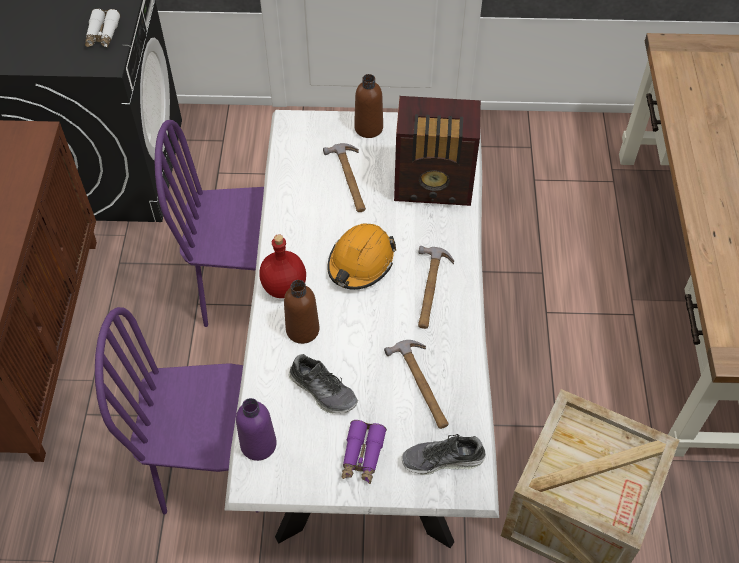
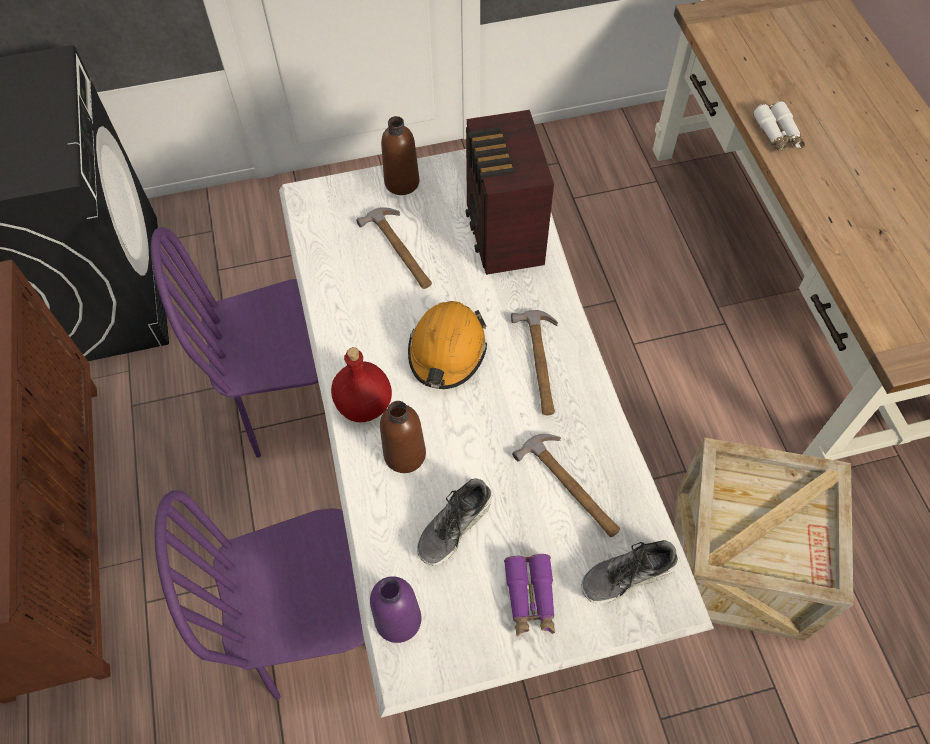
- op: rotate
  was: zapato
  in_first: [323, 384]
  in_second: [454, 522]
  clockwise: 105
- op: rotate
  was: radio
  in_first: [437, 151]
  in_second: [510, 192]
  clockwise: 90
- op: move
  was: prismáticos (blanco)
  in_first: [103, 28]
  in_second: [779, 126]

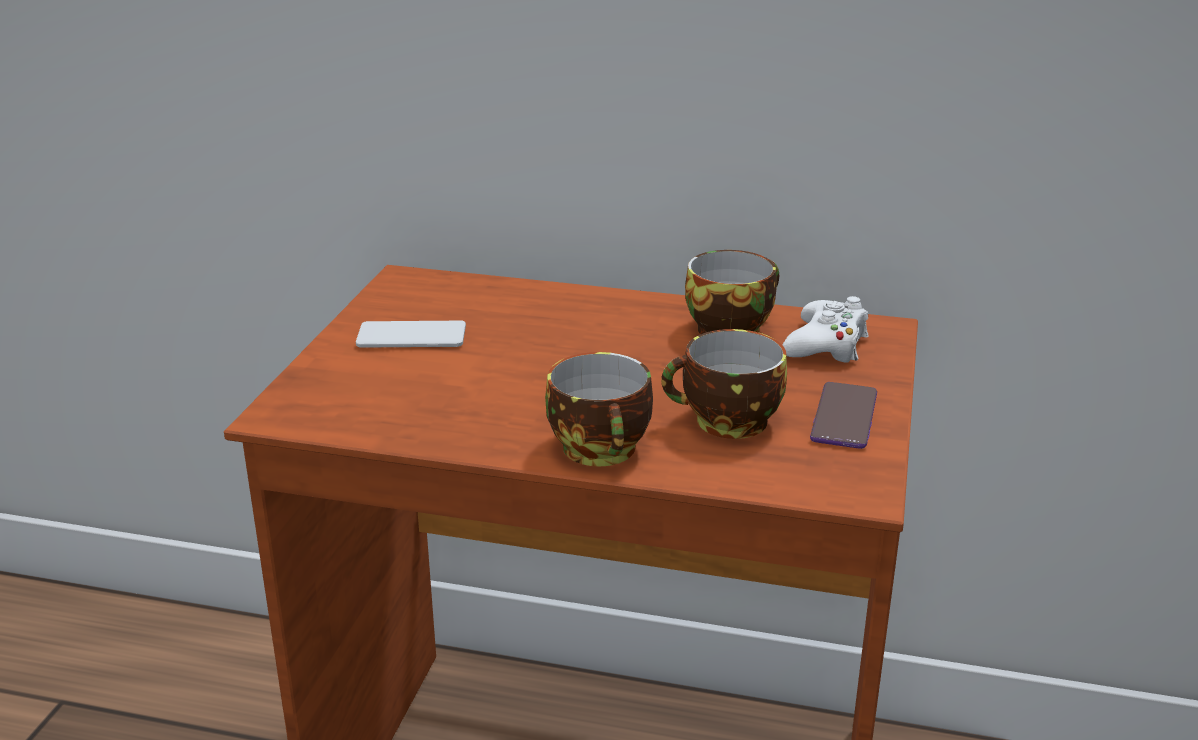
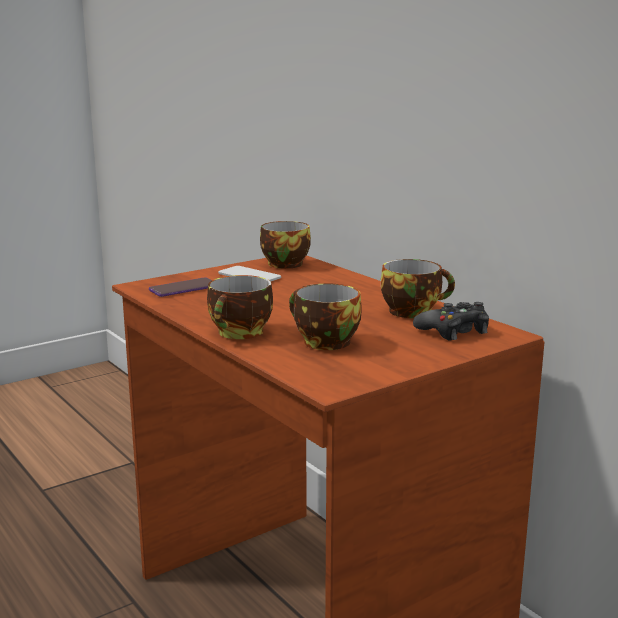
- op: move
  was: móvil
  in_first: [843, 415]
  in_second: [180, 287]
- op: insert
  now: taza
  in_second: [285, 245]
- op: recolor
  was: mando de consola (blanco)
  now: mando de consola (negro)
  in_first: [826, 329]
  in_second: [451, 321]

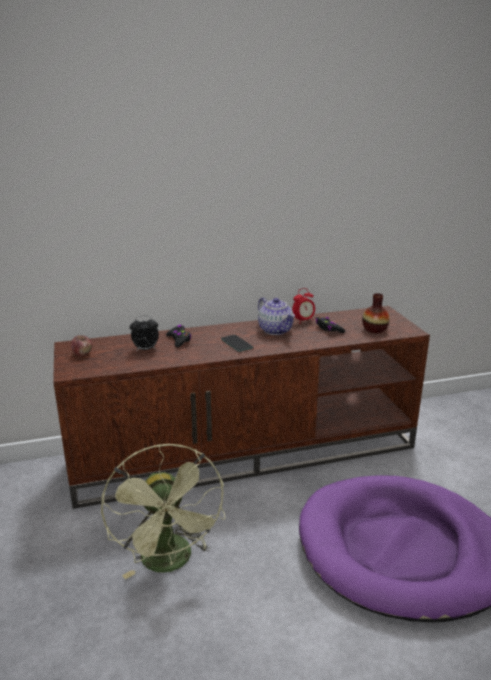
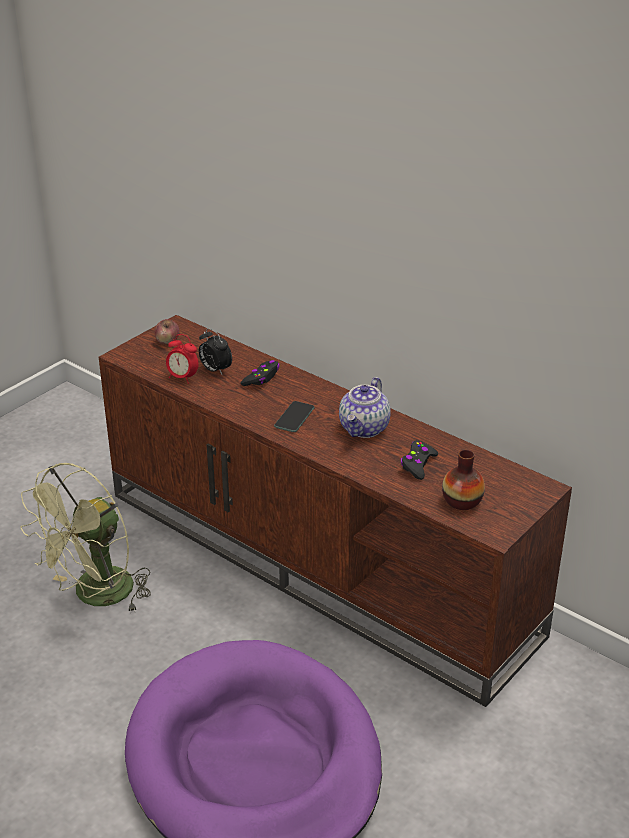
- op: move
  was: despertador
  in_first: [303, 306]
  in_second: [182, 359]

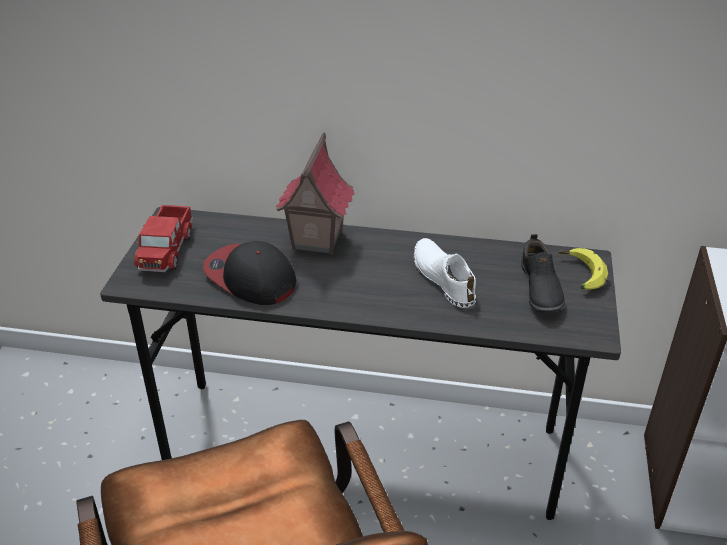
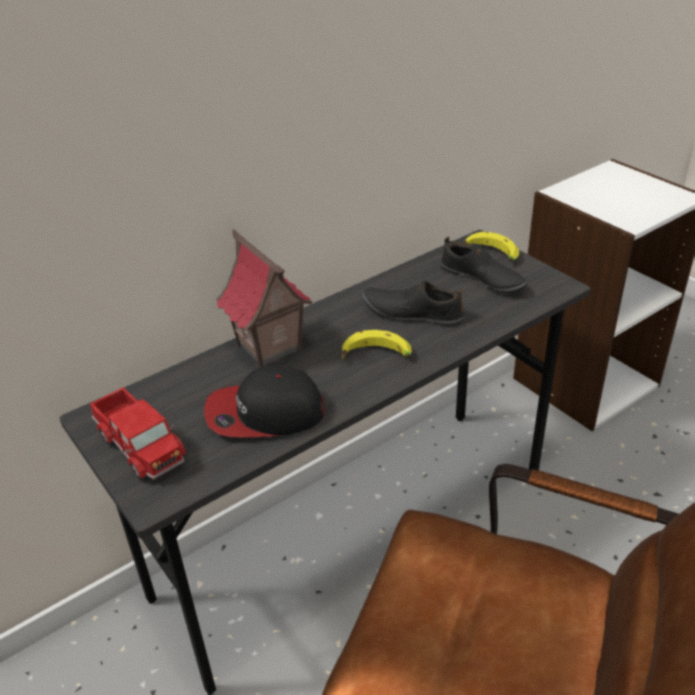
- op: insert
  now: plátano
  in_second: [377, 345]
- op: recolor
  was: zapato (blanco)
  now: zapato (negro)
  in_first: [445, 273]
  in_second: [413, 303]

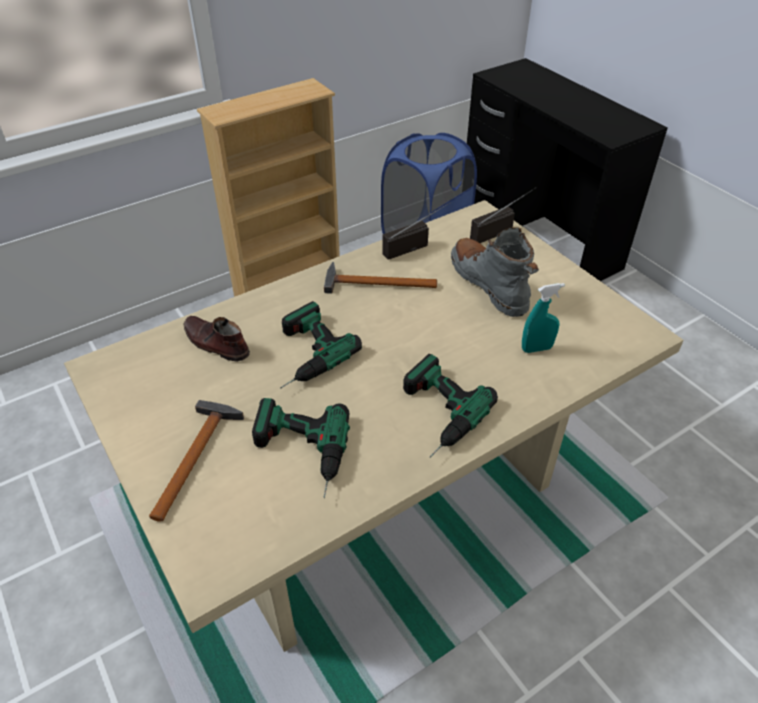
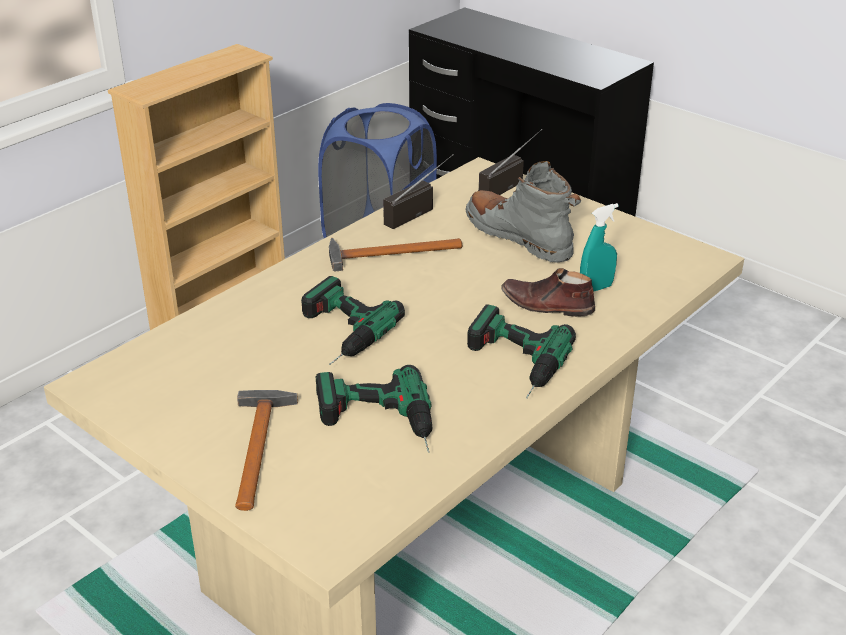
- op: move
  was: zapato (marrón)
  in_first: [217, 339]
  in_second: [548, 292]

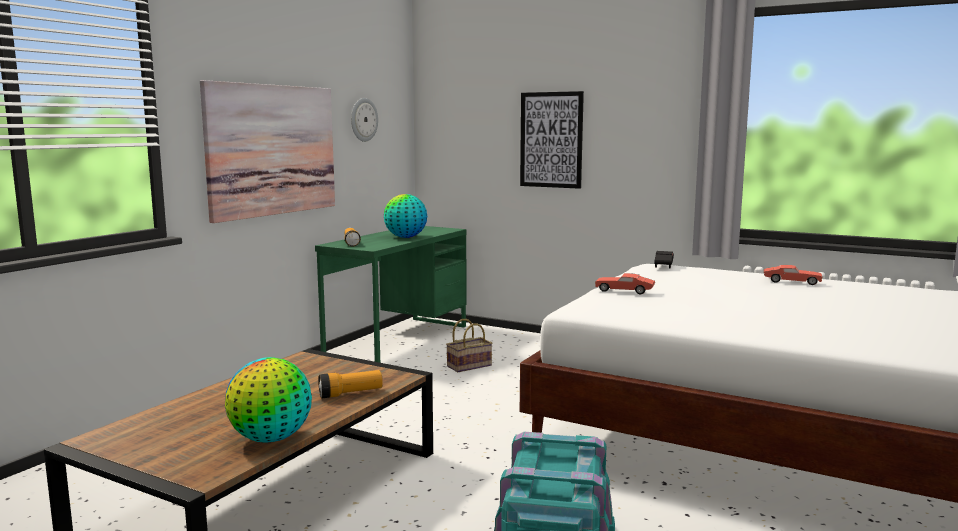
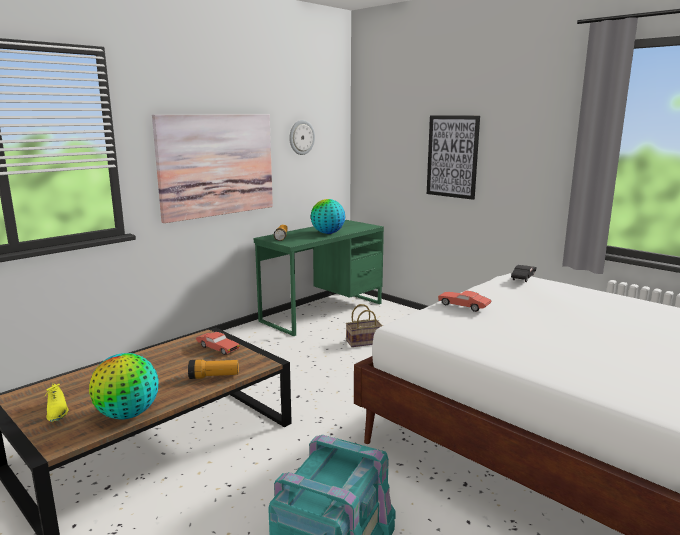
- op: insert
  now: zapato (amarillo)
  in_second: [56, 403]
- op: move
  was: coche de juguete (rojo)
  in_first: [793, 275]
  in_second: [218, 343]

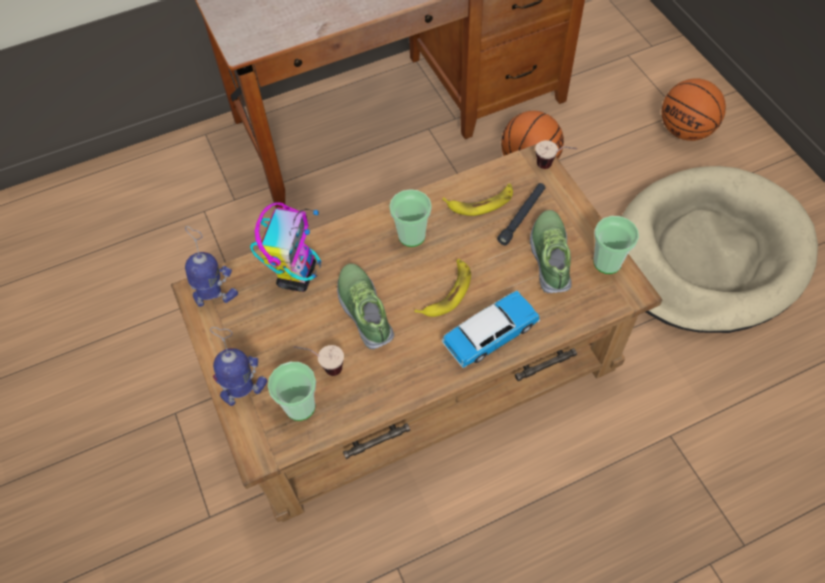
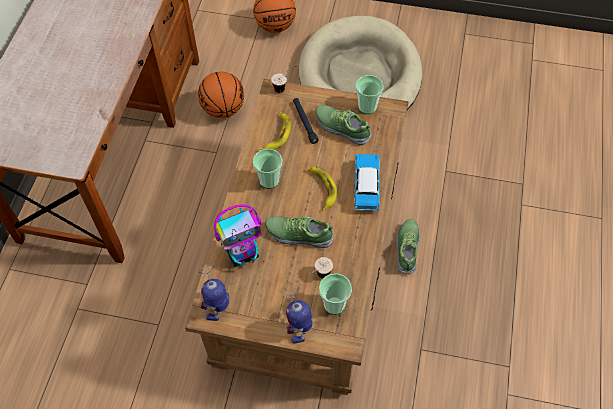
- op: rotate
  was: robot de juguete
  in_first: [285, 247]
  in_second: [238, 235]
  clockwise: 105
- op: insert
  now: zapato
  in_second: [408, 246]

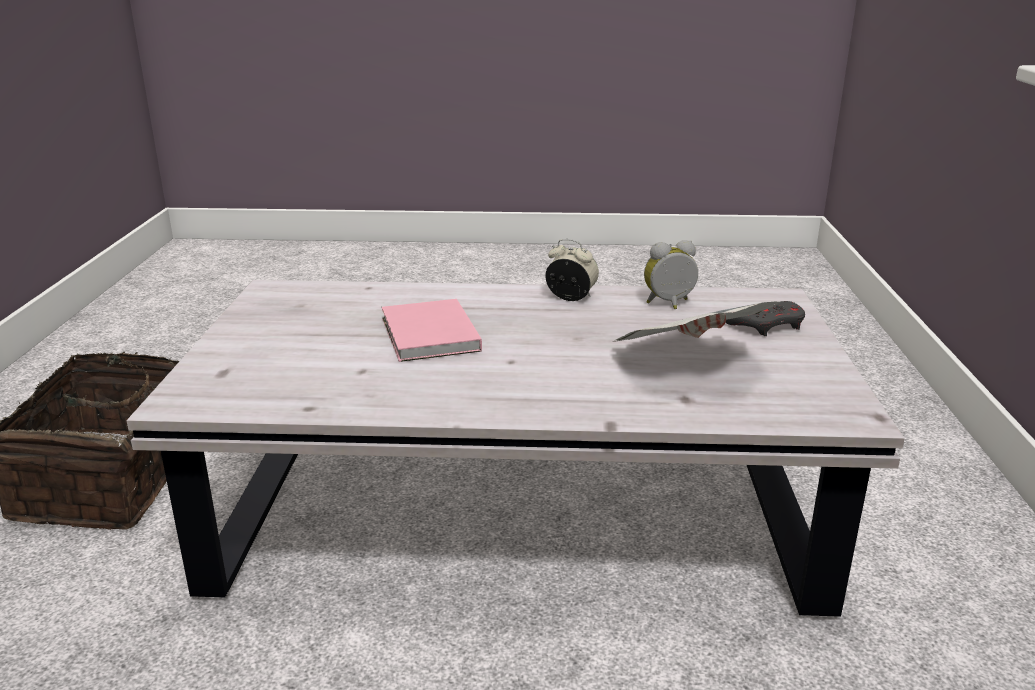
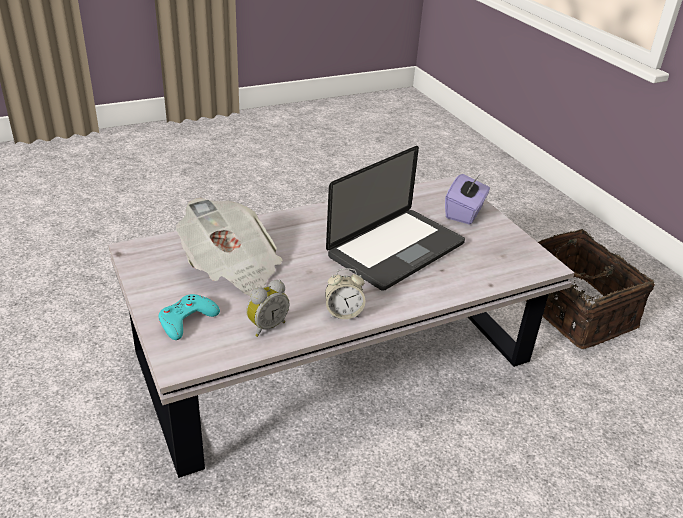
- op: recolor
  was: mando de consola (gris)
  now: mando de consola (turquesa)
  in_first: [765, 318]
  in_second: [189, 317]
- op: replace
  was: libro (rosa)
  now: portátil
  in_first: [431, 330]
  in_second: [395, 218]
- op: insert
  now: caja de pañuelos (morado)
  in_second: [467, 199]

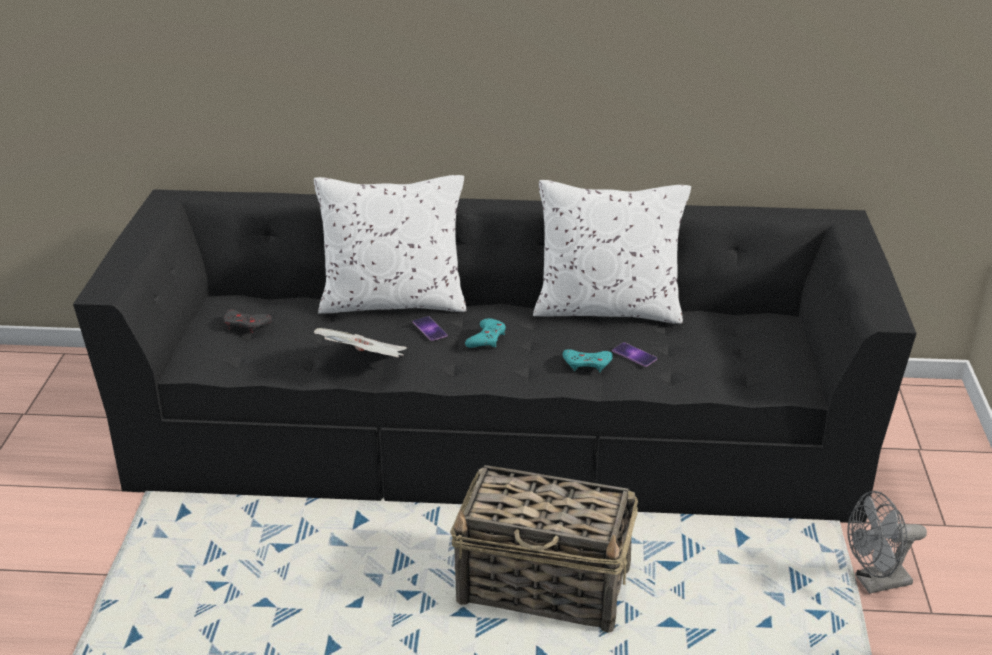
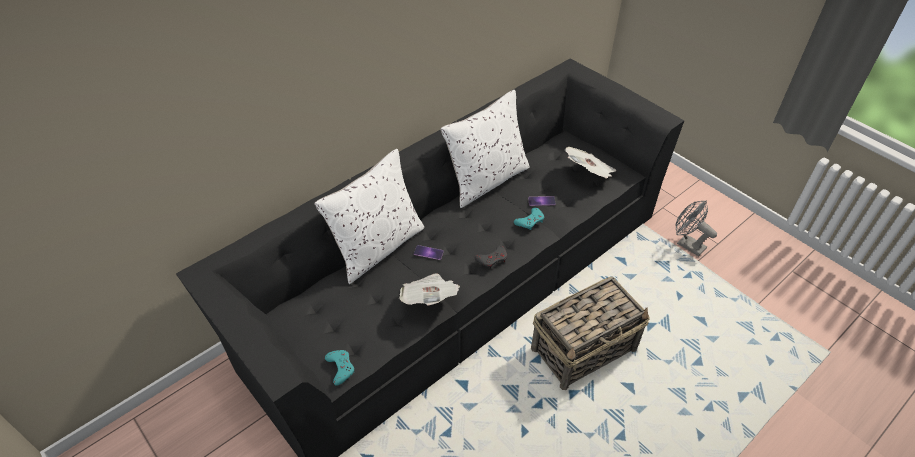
- op: move
  was: mando de consola (turquesa)
  in_first: [485, 333]
  in_second: [339, 368]
- op: move
  was: mando de consola (gris)
  in_first: [248, 321]
  in_second: [491, 257]
- op: insert
  now: periódico
  in_second: [591, 162]
- op: rotate
  was: ventilador (gris)
  in_first: [887, 542]
  in_second: [696, 228]
  clockwise: 105

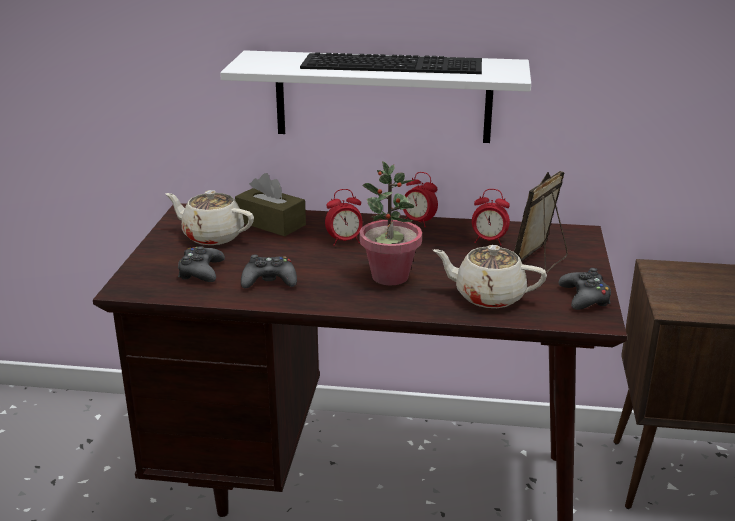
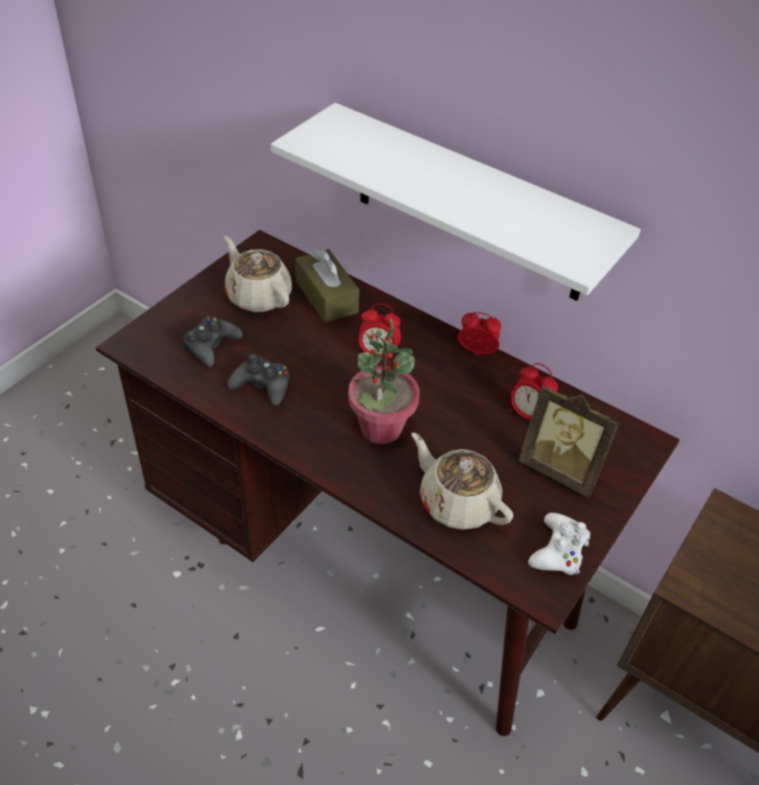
- op: rotate
  was: despertador
  in_first: [420, 199]
  in_second: [479, 333]
  clockwise: 135
- op: rotate
  was: portarretratos
  in_first: [541, 222]
  in_second: [569, 441]
  clockwise: -120
- op: recolor
  was: mando de consola (negro)
  now: mando de consola (blanco)
  in_first: [585, 289]
  in_second: [559, 544]
- op: delete
  was: teclado
  in_first: [391, 63]

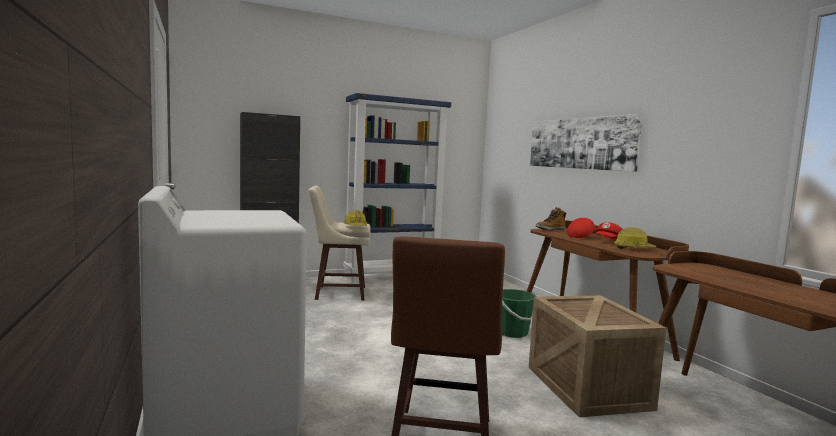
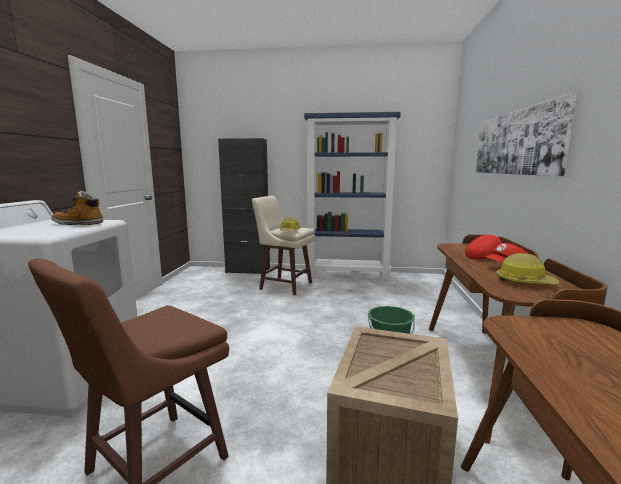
- op: move
  was: bota
  in_first: [551, 218]
  in_second: [77, 208]

